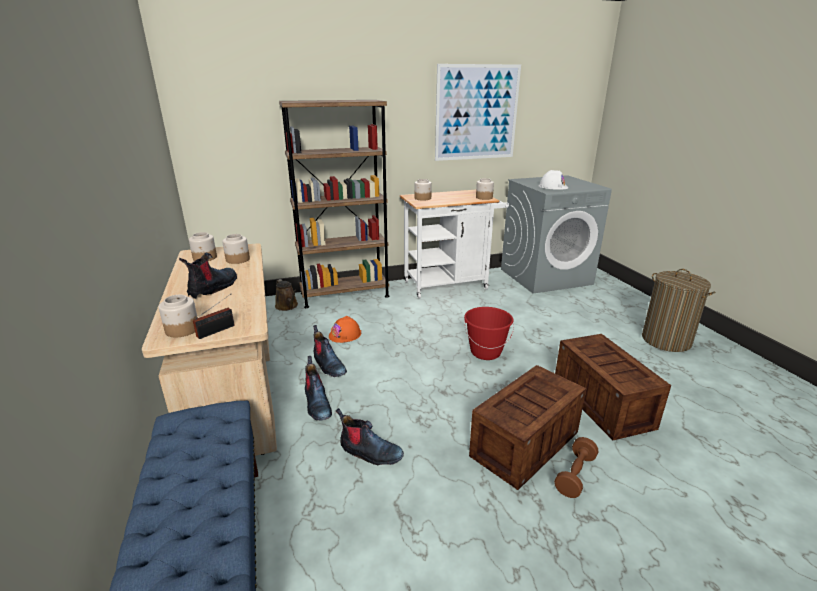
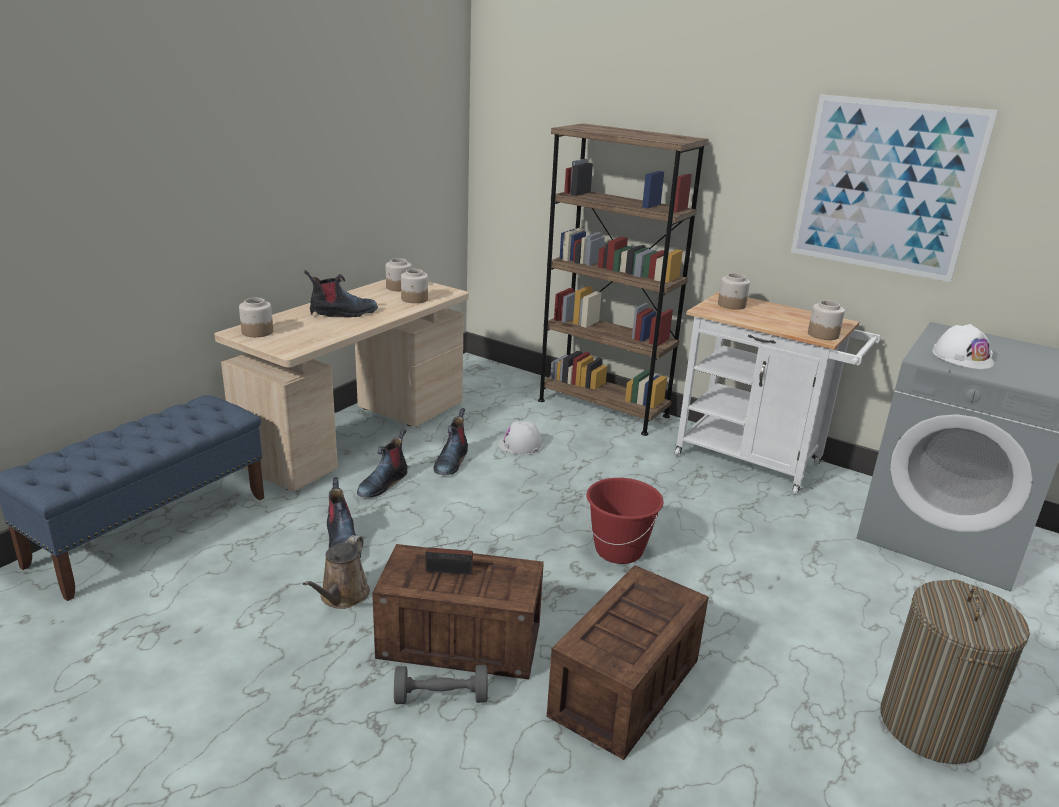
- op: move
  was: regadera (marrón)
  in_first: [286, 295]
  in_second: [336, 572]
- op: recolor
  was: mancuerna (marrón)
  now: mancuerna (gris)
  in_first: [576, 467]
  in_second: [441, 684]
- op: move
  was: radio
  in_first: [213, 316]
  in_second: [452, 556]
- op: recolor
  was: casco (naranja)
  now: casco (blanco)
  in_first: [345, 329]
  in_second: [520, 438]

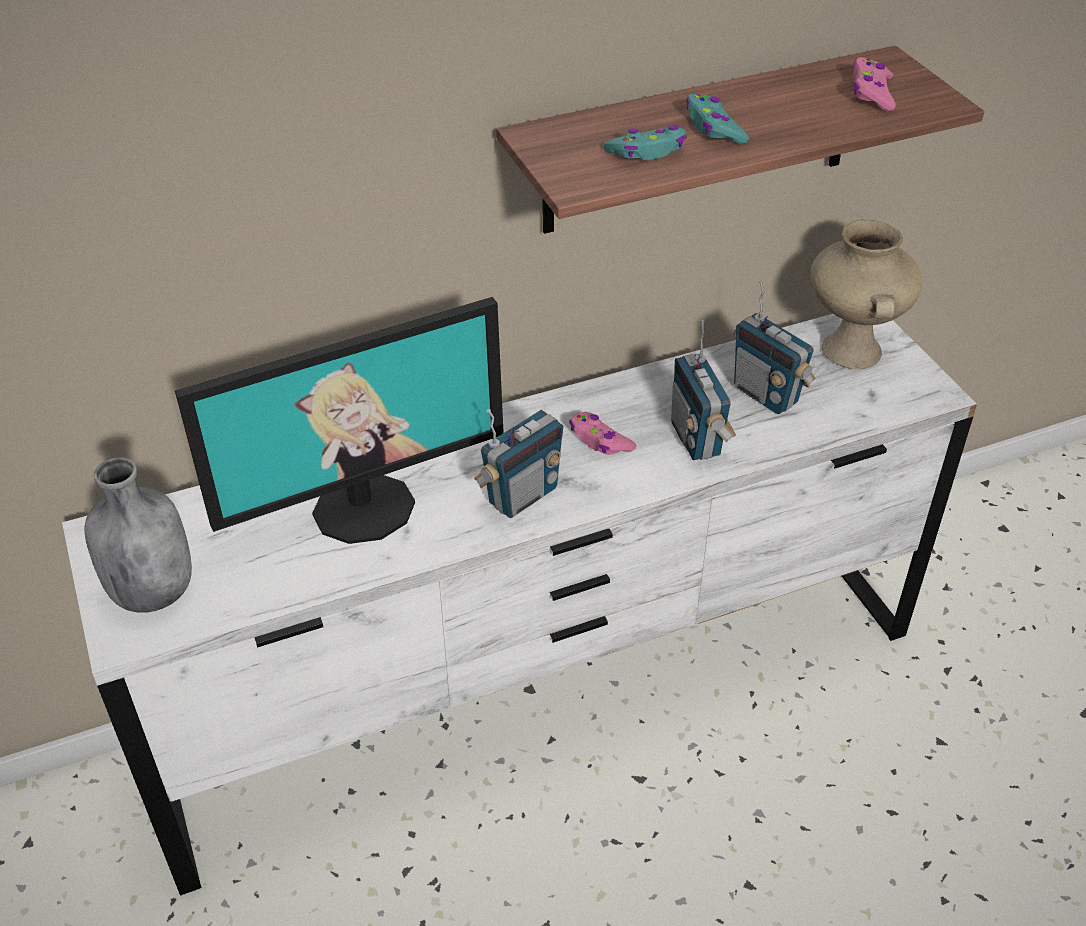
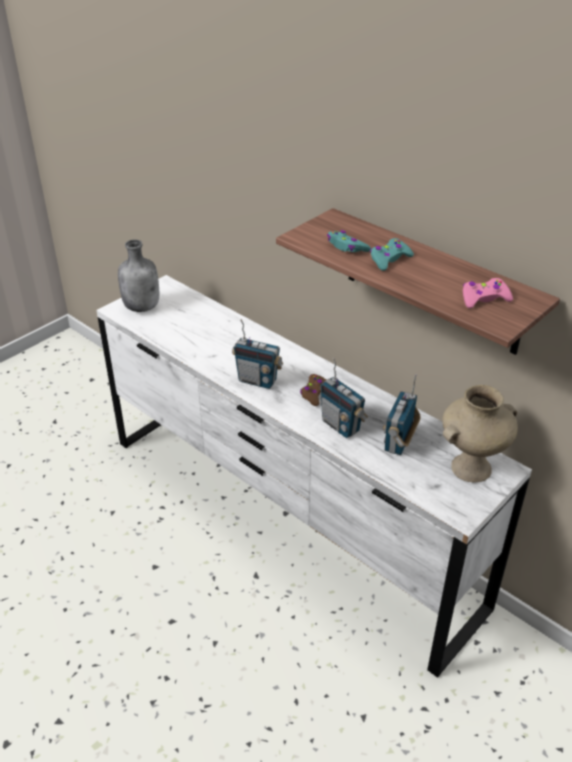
- op: recolor
  was: mando de consola (rosa)
  now: mando de consola (marrón)
  in_first: [602, 433]
  in_second: [313, 390]
- op: rotate
  was: radio
  in_first: [703, 390]
  in_second: [344, 398]
  clockwise: -90
- op: delete
  was: monitor
  in_first: [339, 420]

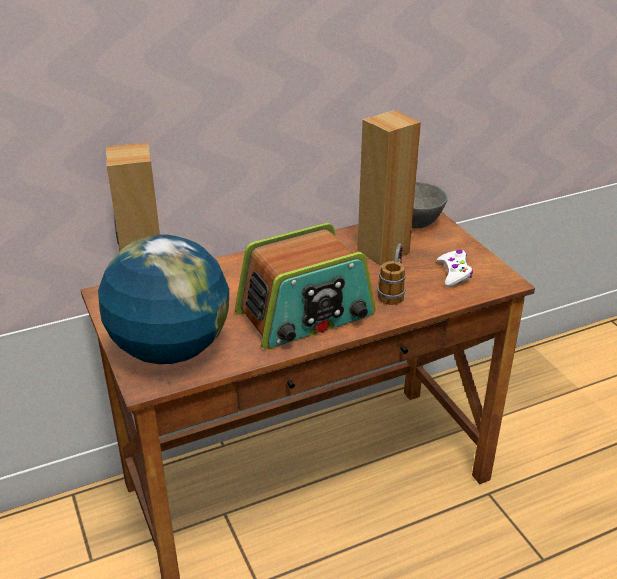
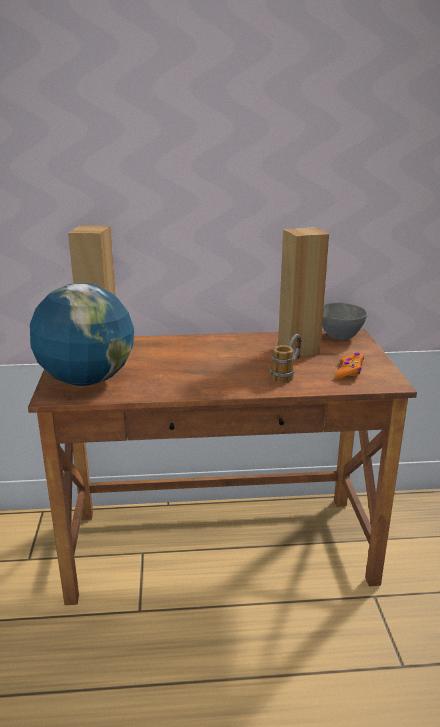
- op: recolor
  was: mando de consola (blanco)
  now: mando de consola (naranja)
  in_first: [455, 268]
  in_second: [349, 366]
- op: delete
  was: radio
  in_first: [305, 286]

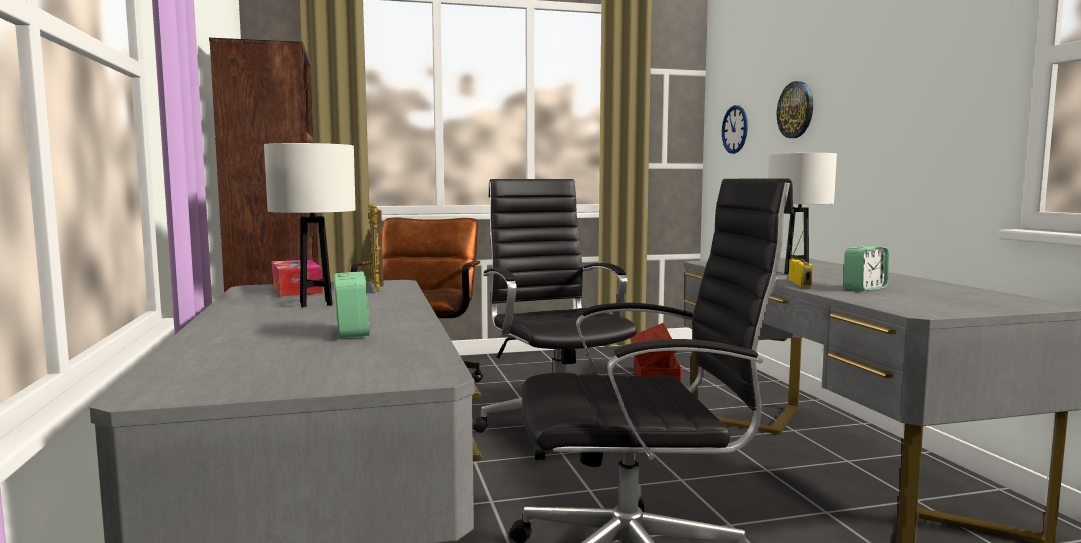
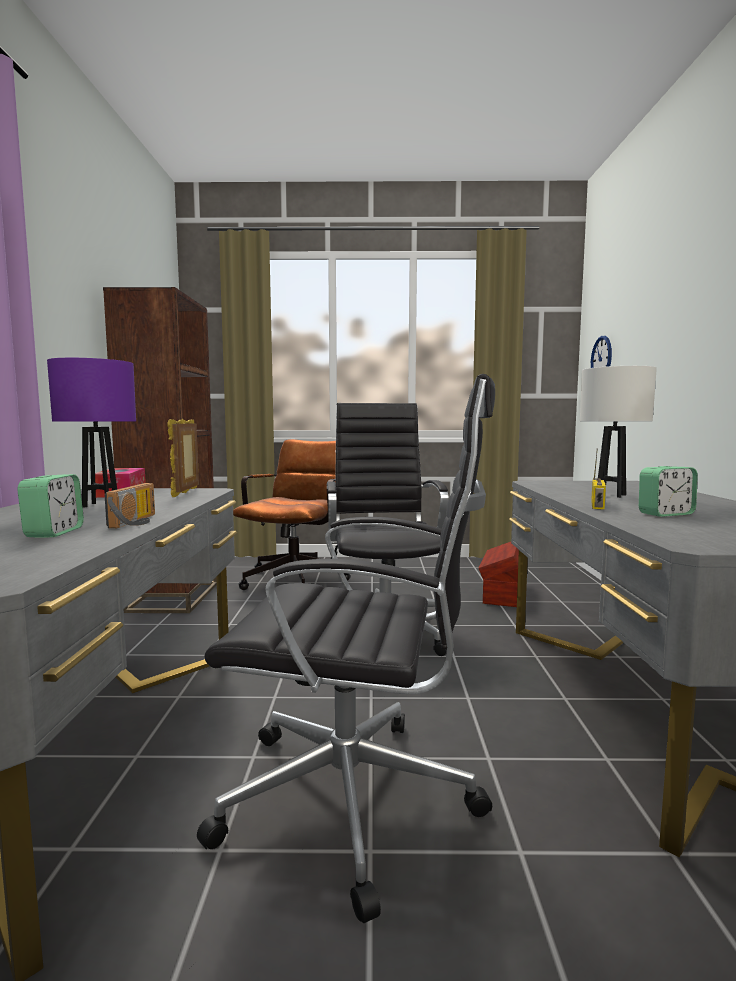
- op: recolor
  was: lámpara de mesa (blanco)
  now: lámpara de mesa (morado)
  in_first: [310, 225]
  in_second: [91, 433]
- op: insert
  now: radio
  in_second: [129, 505]
- op: delete
  was: reloj de pared
  in_first: [795, 109]

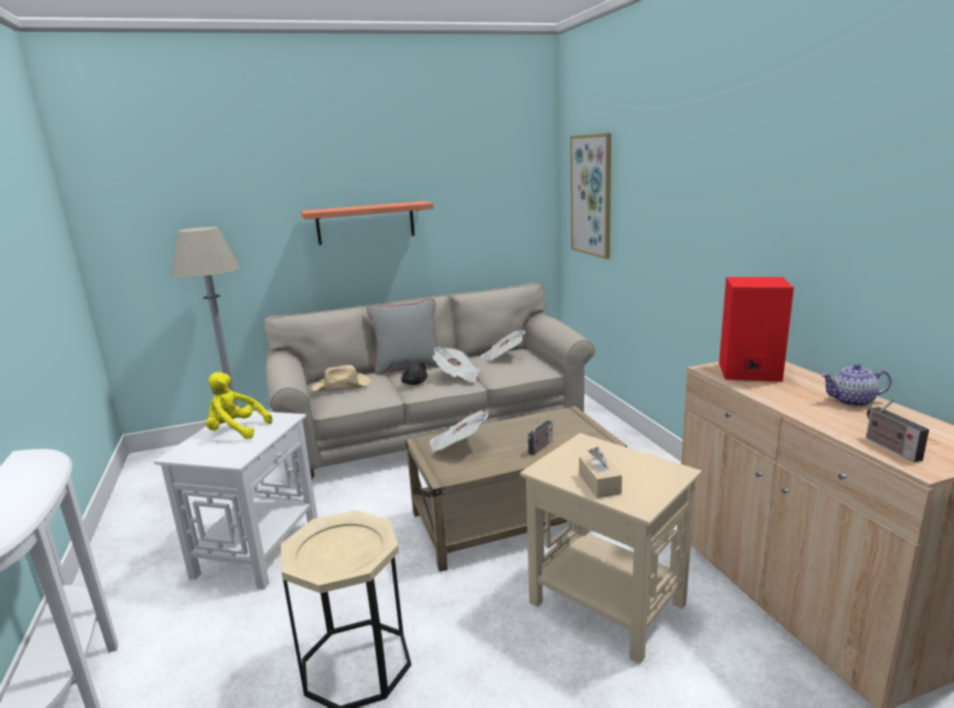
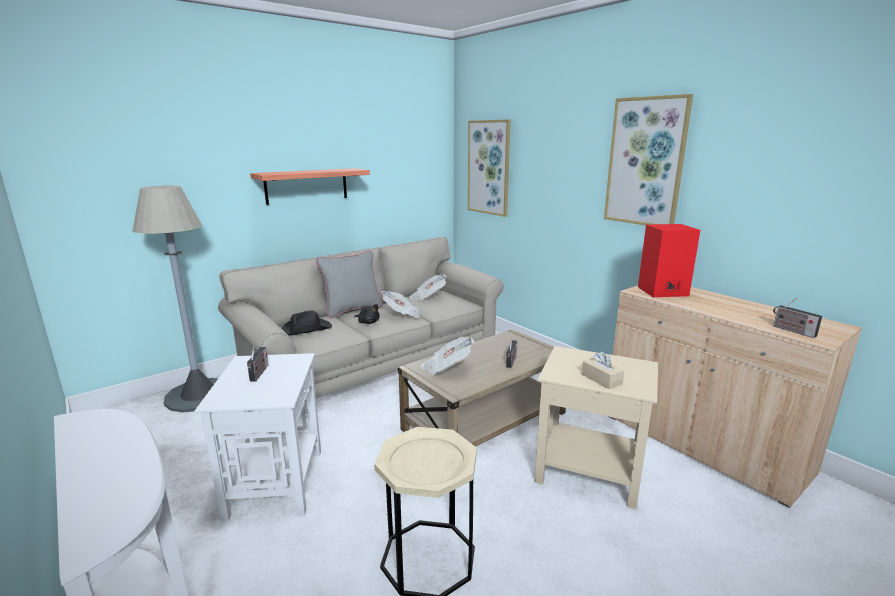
- op: replace
  was: peluche (amarillo)
  now: radio
  in_first: [239, 405]
  in_second: [258, 364]
- op: recolor
  was: sombrero (beis)
  now: sombrero (negro)
  in_first: [341, 378]
  in_second: [306, 323]
- op: insert
  now: cuadro
  in_second: [648, 159]
- op: delete
  was: tetera
  in_first: [856, 385]

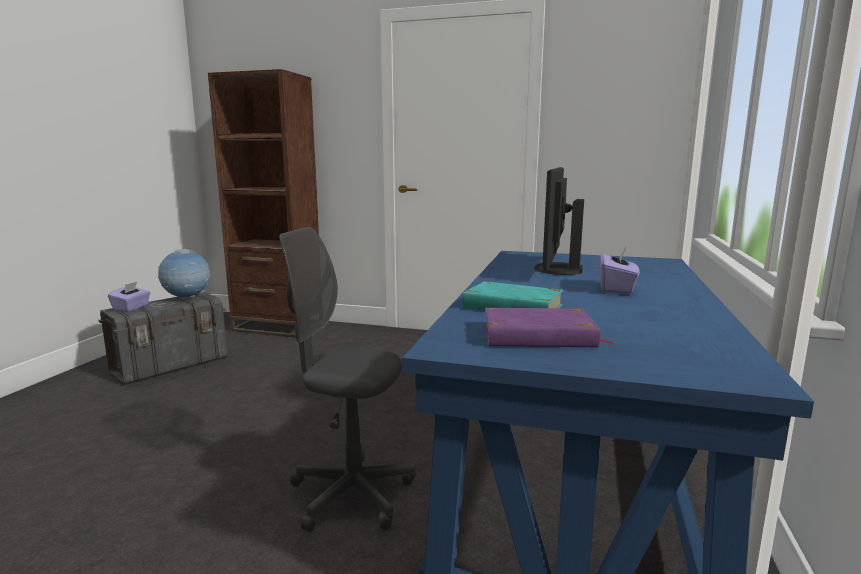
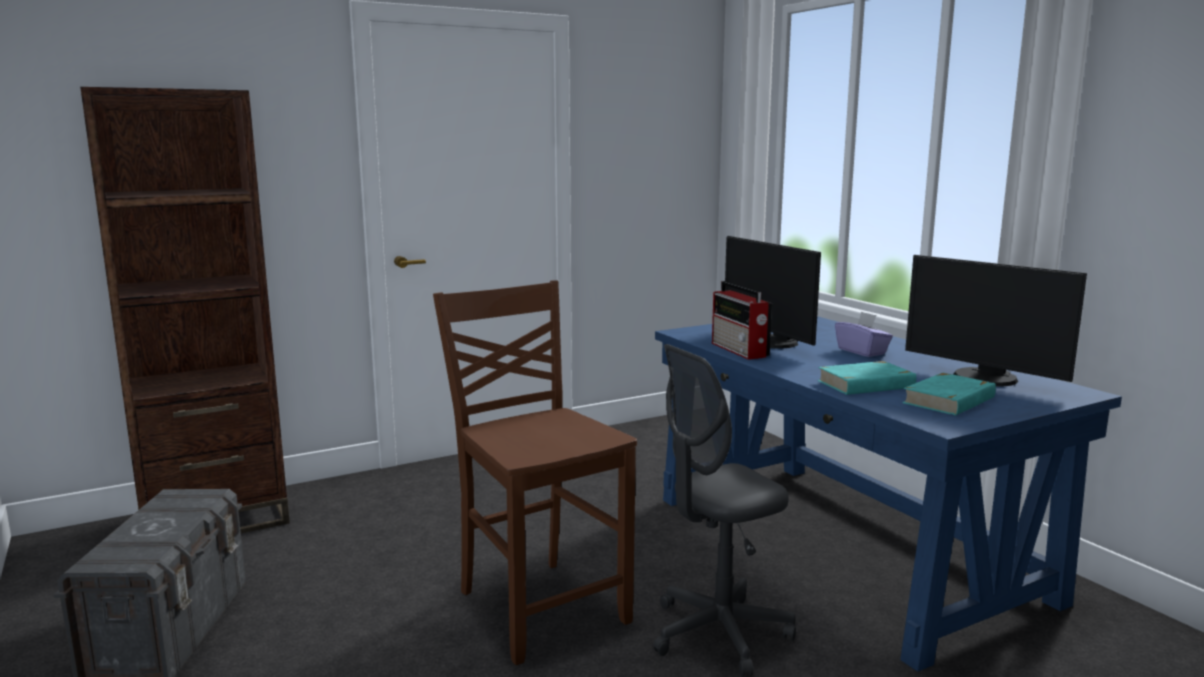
- op: insert
  now: silla (marrón)
  in_second: [535, 472]
- op: insert
  now: radio
  in_second: [742, 320]
- op: recolor
  was: libro (morado)
  now: libro (turquesa)
  in_first: [548, 327]
  in_second: [949, 394]
- op: insert
  now: monitor
  in_second: [996, 321]
- op: delete
  was: caja de pañuelos (morado)
  in_first: [129, 297]
- op: delete
  was: globo terráqueo
  in_first: [184, 274]

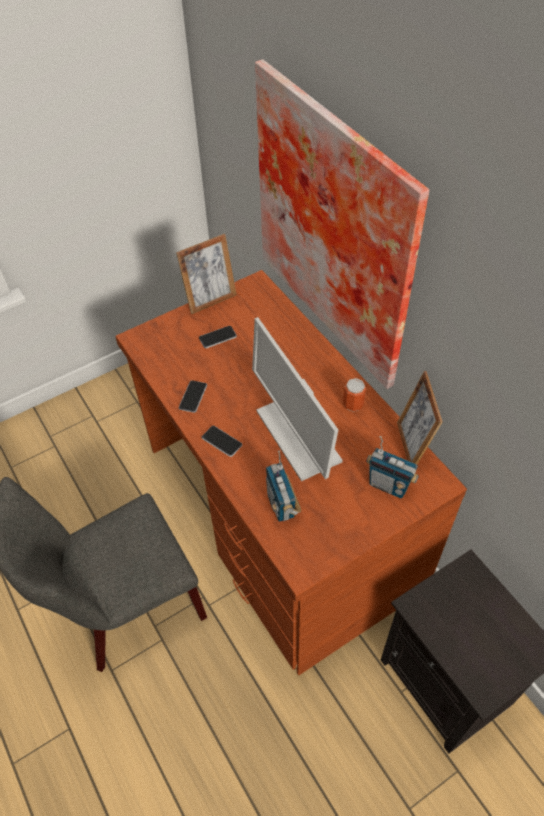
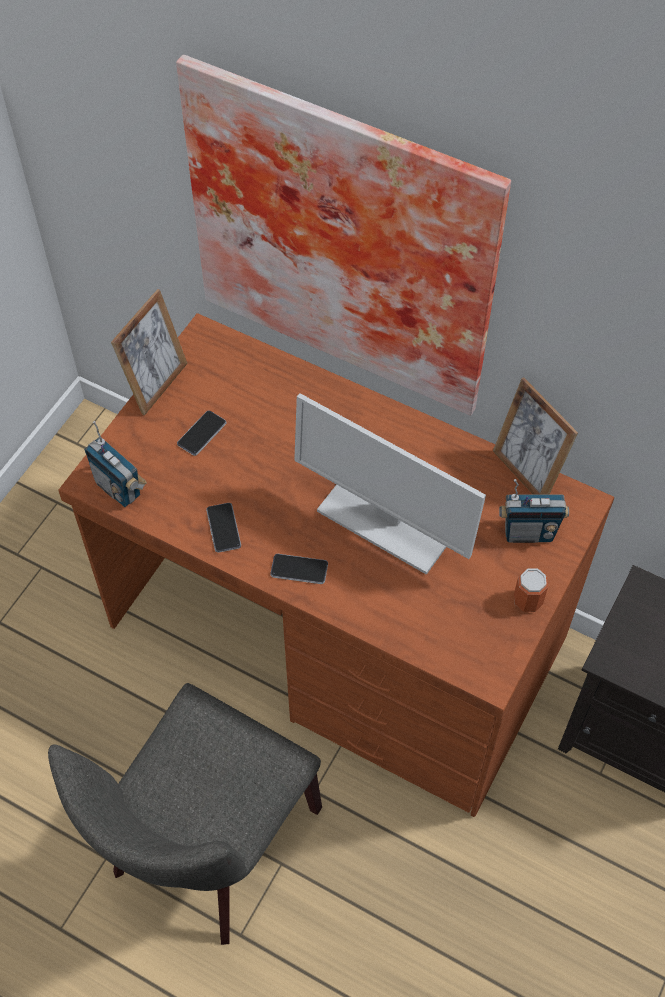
- op: move
  was: radio
  in_first: [283, 486]
  in_second: [115, 464]
- op: move
  was: lata
  in_first: [354, 395]
  in_second: [531, 590]

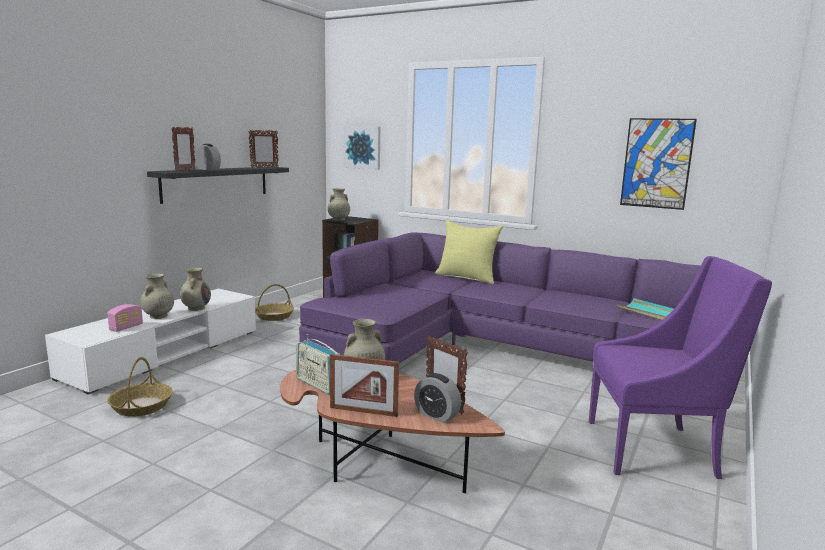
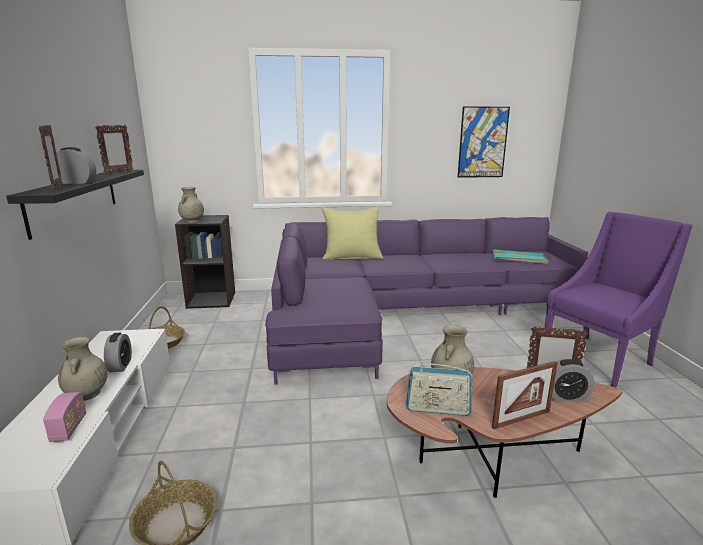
- op: replace
  was: florero (beis)
  now: despertador
  in_first: [195, 289]
  in_second: [118, 352]
- op: delete
  was: cuadro
  in_first: [362, 148]

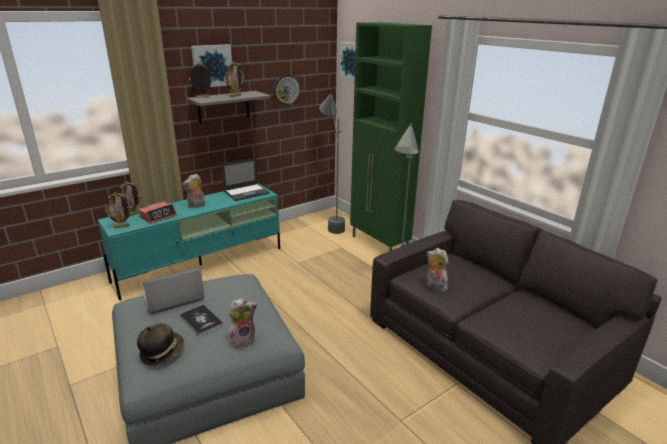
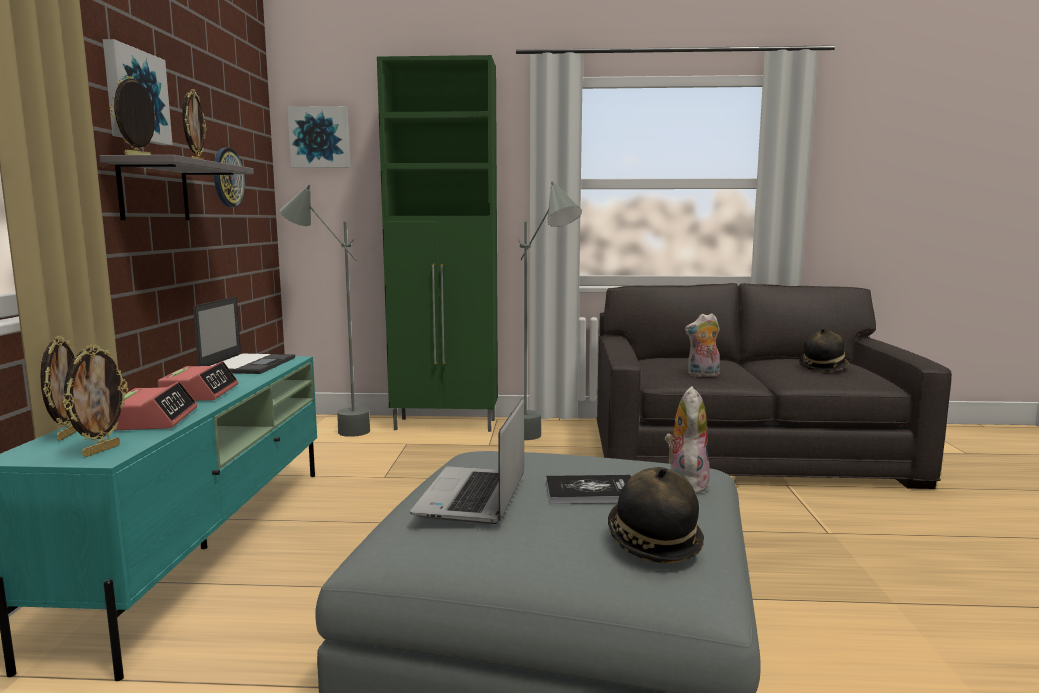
- op: replace
  was: peluche
  now: despertador
  in_first: [193, 191]
  in_second: [198, 381]
- op: insert
  now: sombrero
  in_second: [824, 350]

